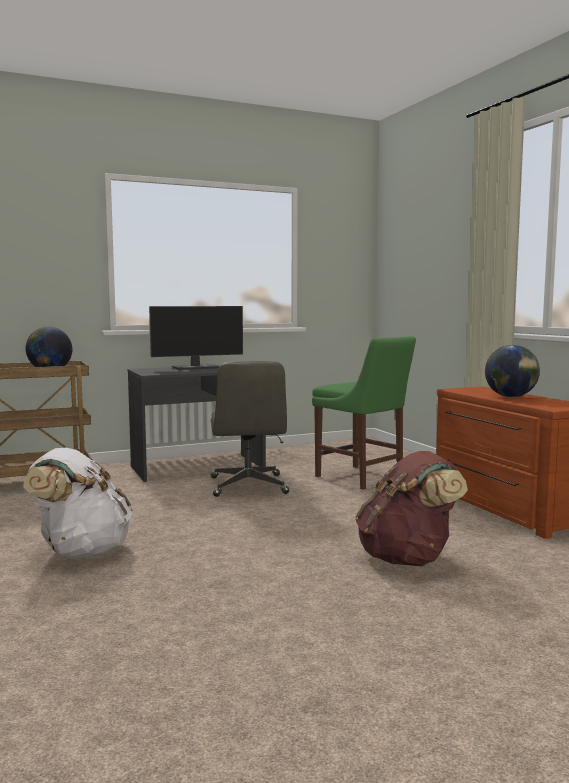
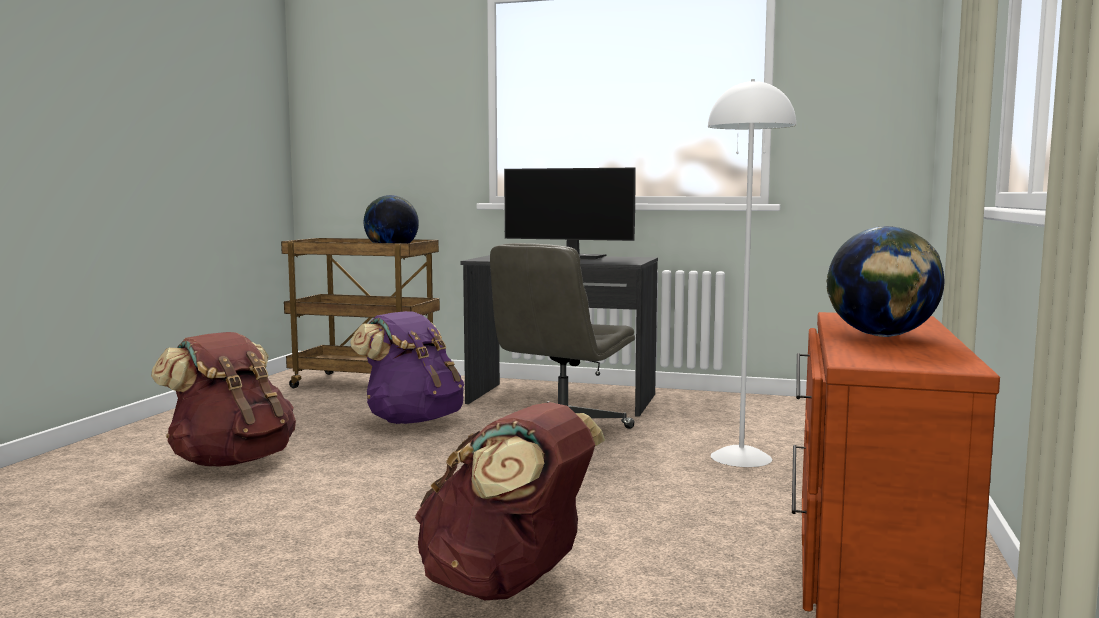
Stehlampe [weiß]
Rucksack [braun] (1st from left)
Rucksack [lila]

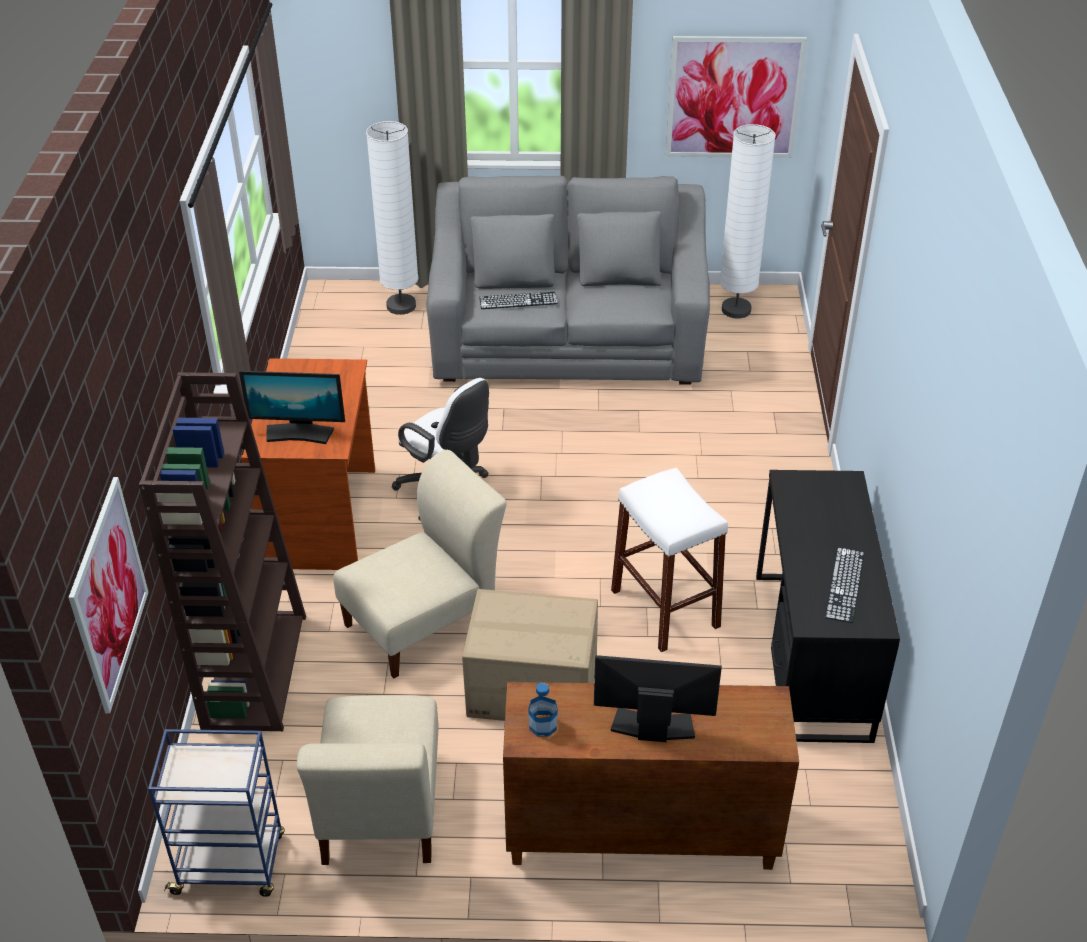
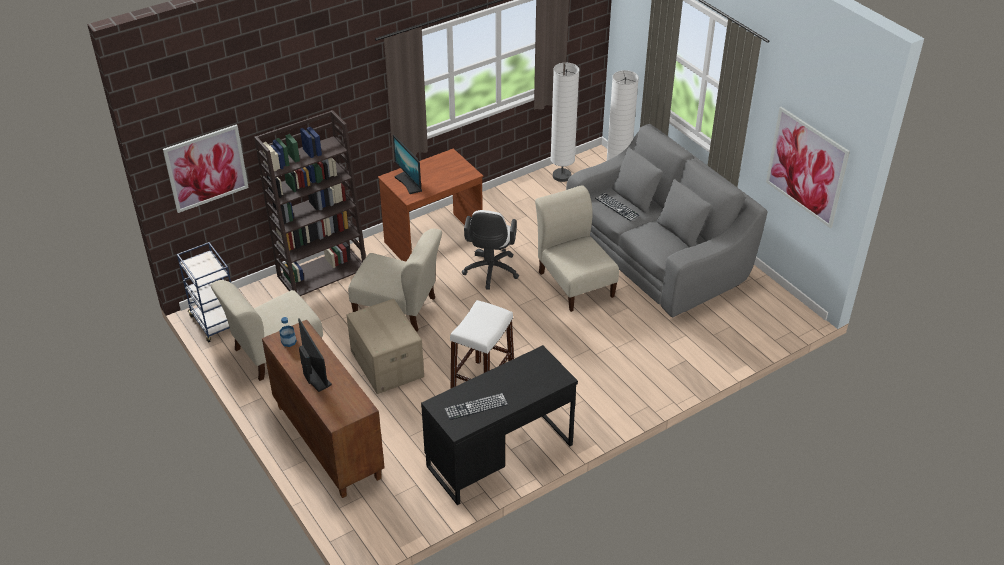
Stehlampe [weiß] (1st from left)
Stuhl [beige] (3rd from left)

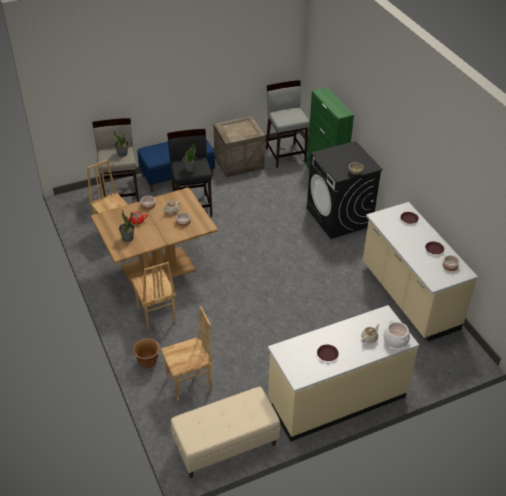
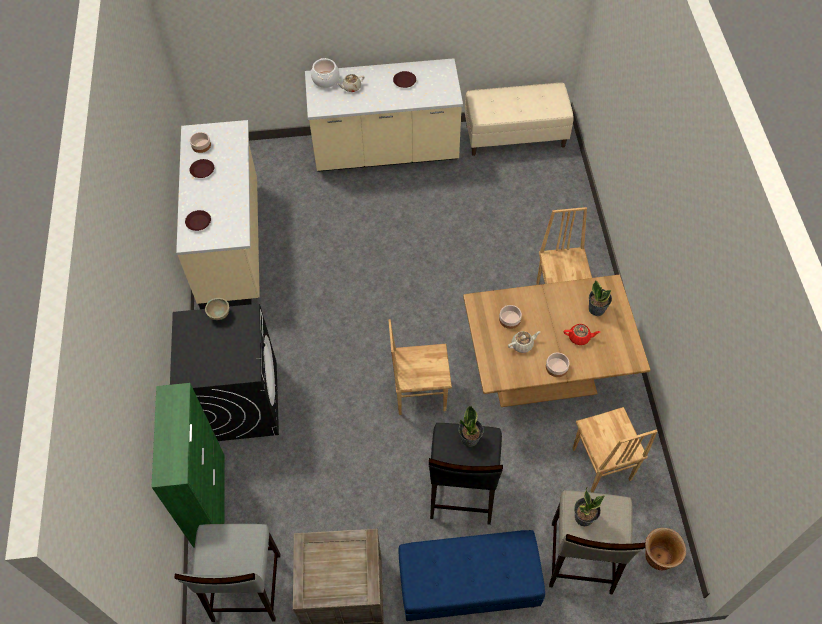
Stuhl [braun] (1st from left)
Pflanzkübel [braun]

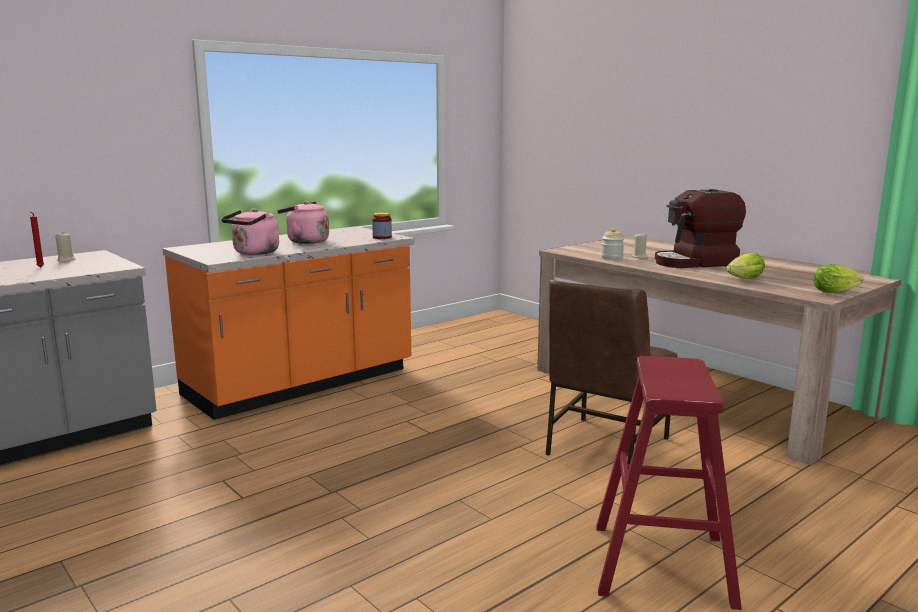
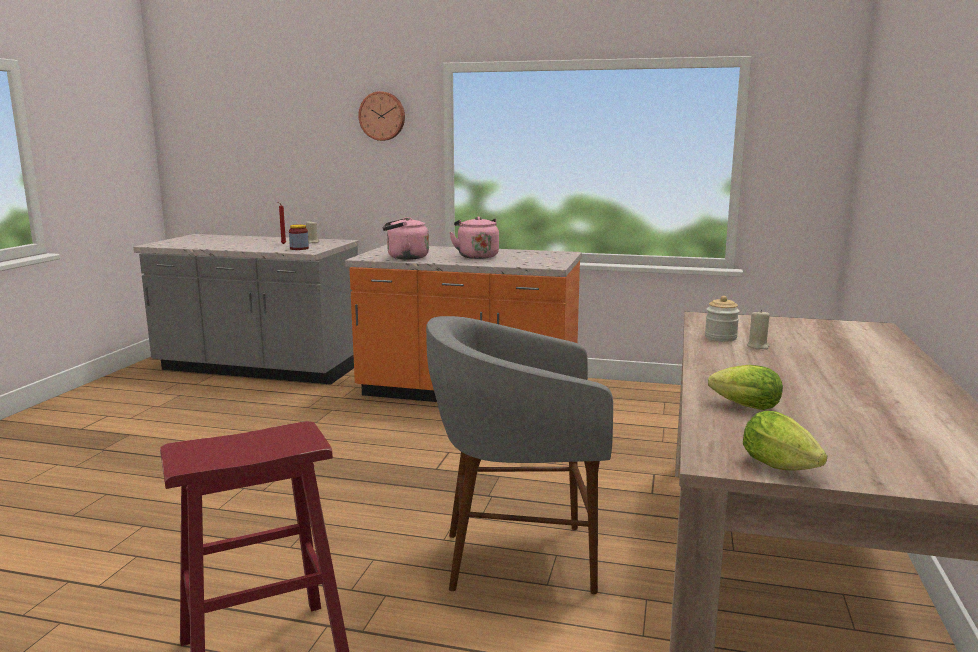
Kaffeemaschine
Vorratsglas (1st from left)
Hocker [grau]
Wanduhr

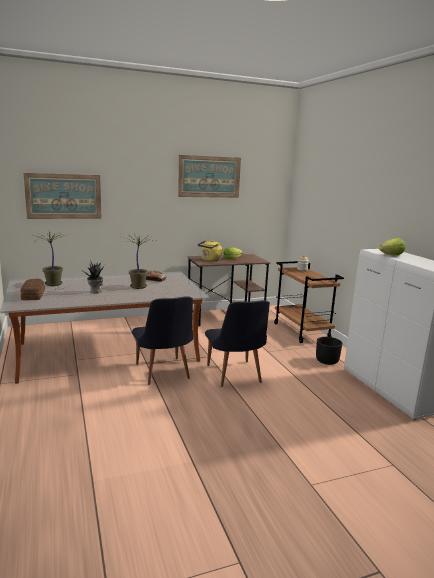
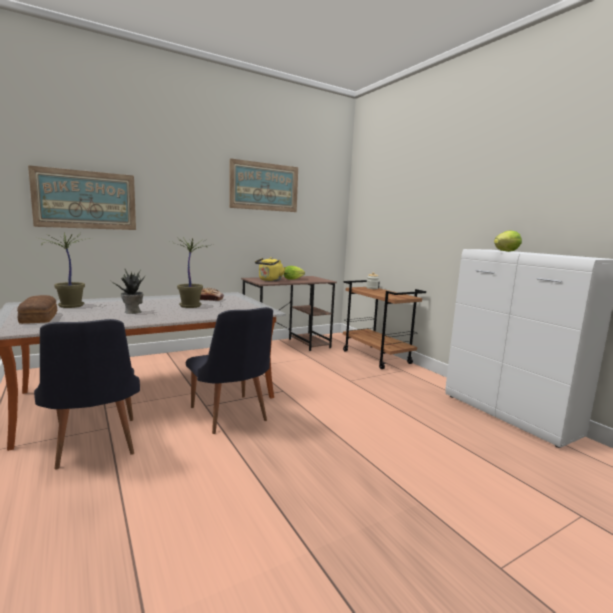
Stuhl [schwarz] (1st from left)
Pflanzkübel [schwarz]

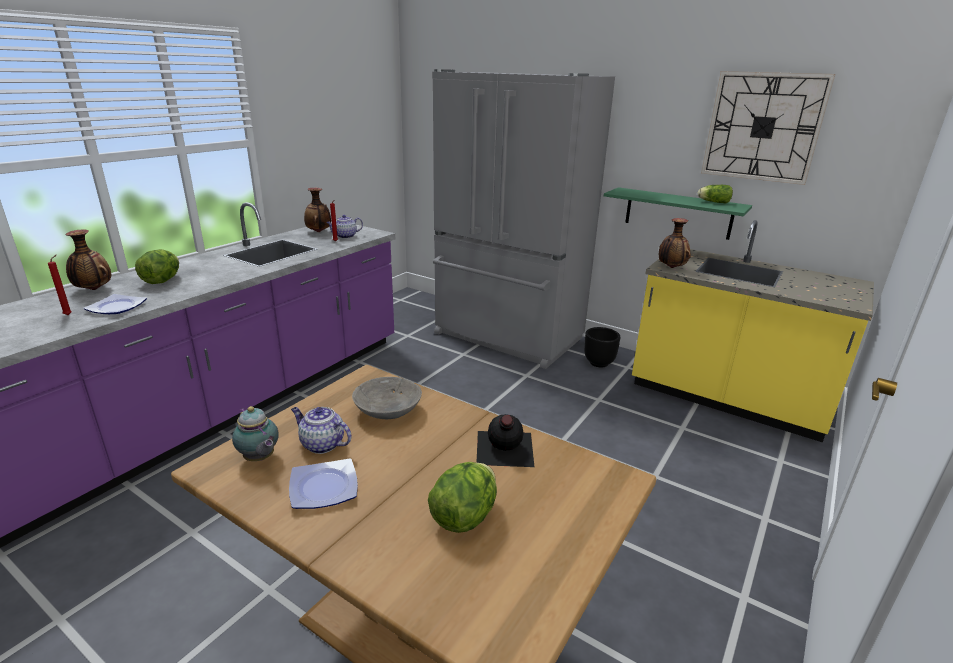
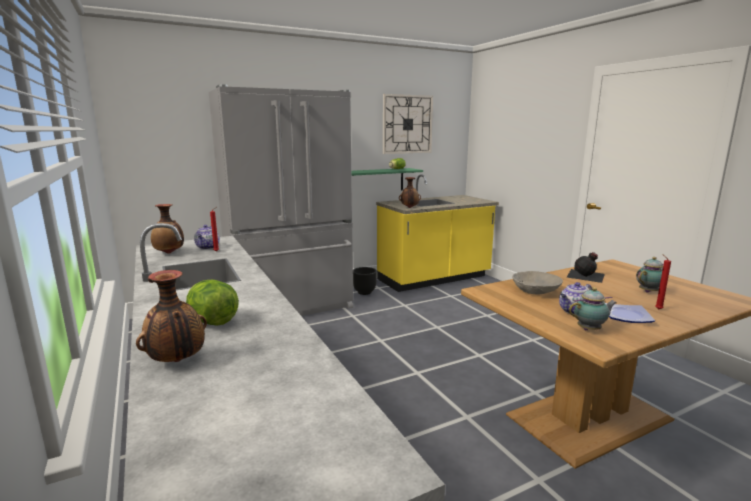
Kerze [rot] (2nd from left)
Teller (1st from left in the first image)
Teekanne (4th from left)

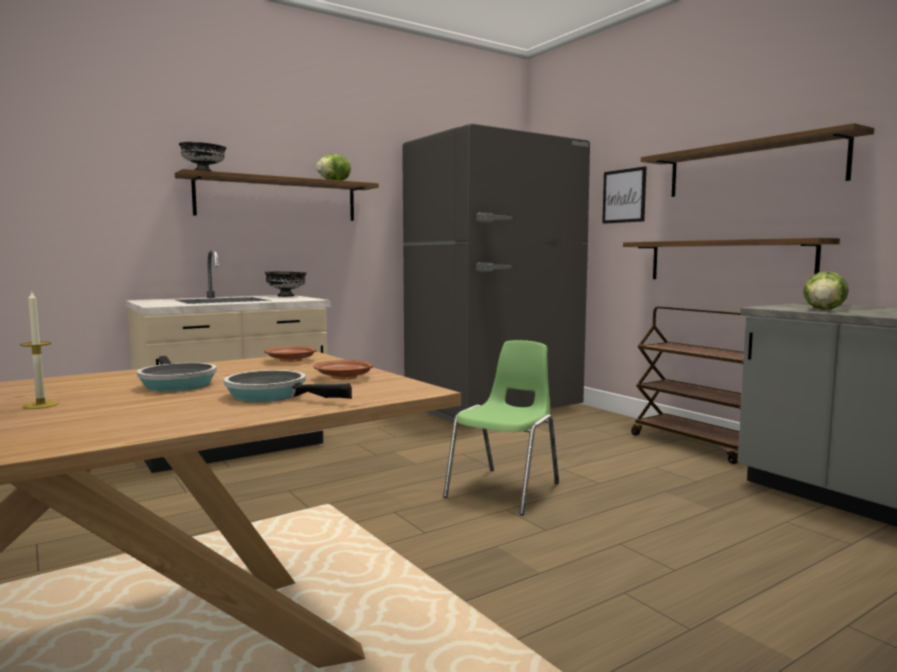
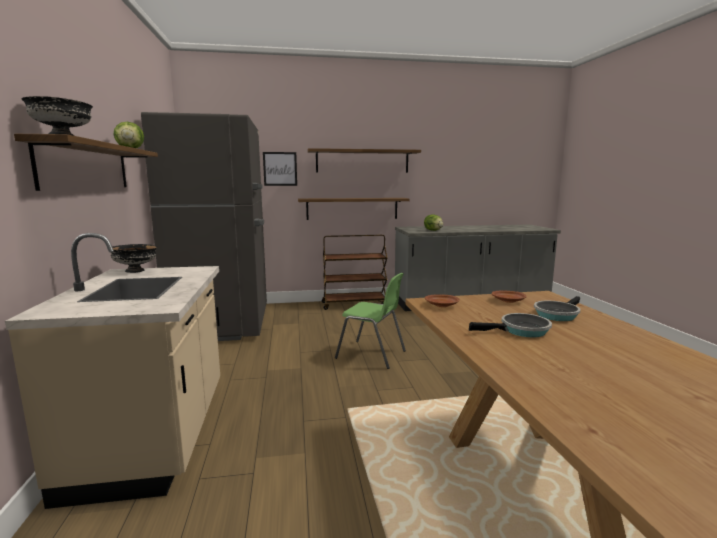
Kerze
Stuhl [grün]

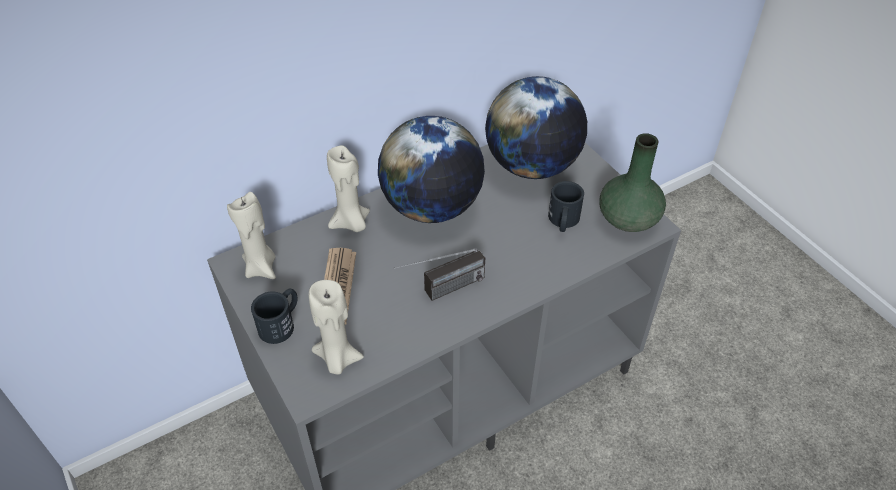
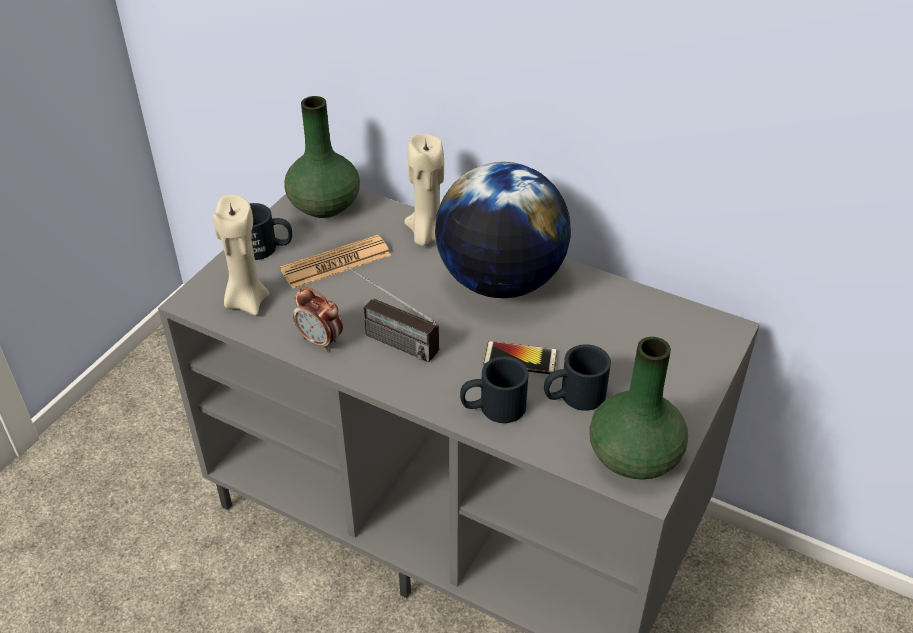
Globus (2nd from left in the first image)
Vase [grün] (1st from left)
Wecker
Handy
Henkelbecher [schwarz] (2nd from left)

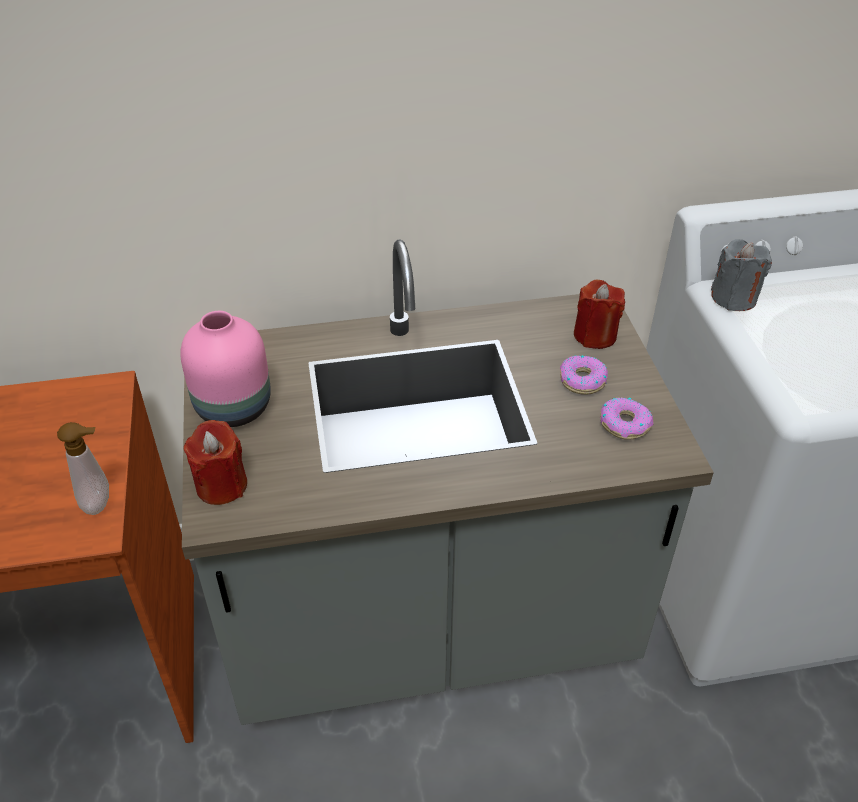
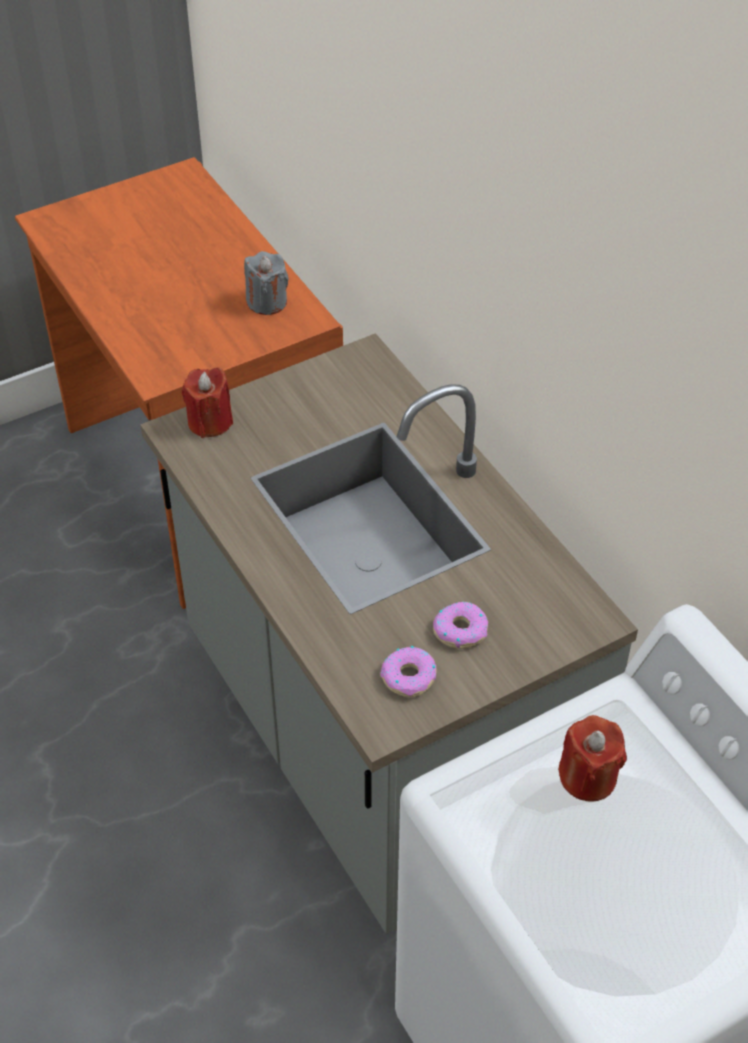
Kerze [grau]
Kerze [rot] (2nd from left)
Vase [rosa]
Seifenspender

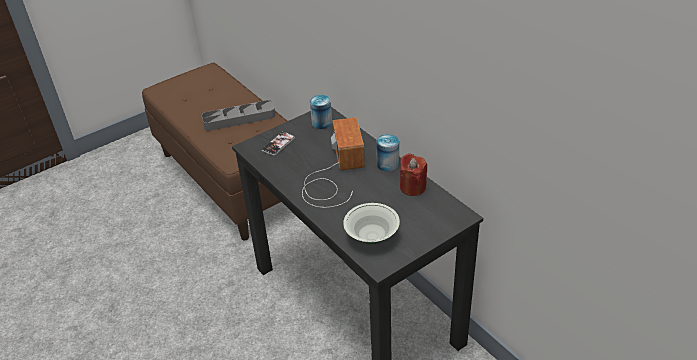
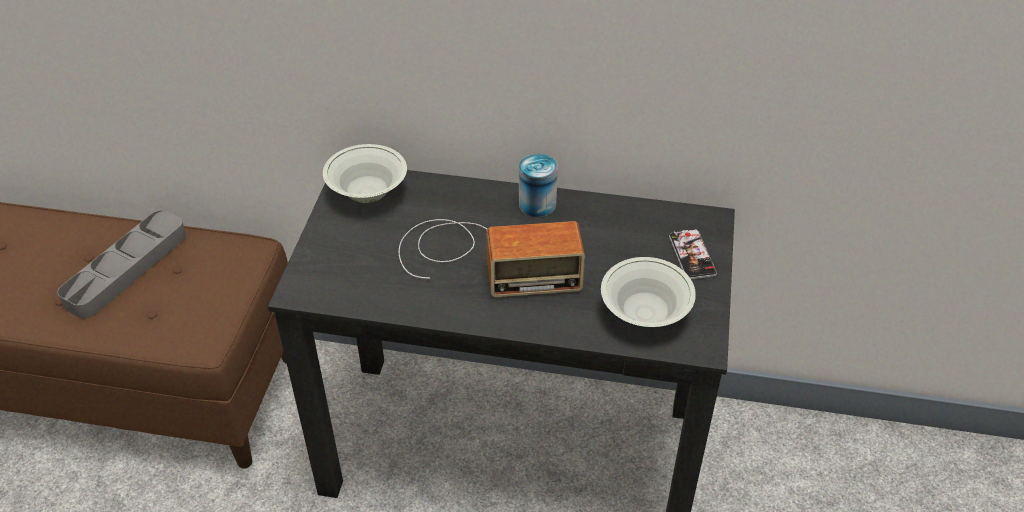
Schüssel [weiß] (1st from left)
Radio
Handy
Kerze [rot]

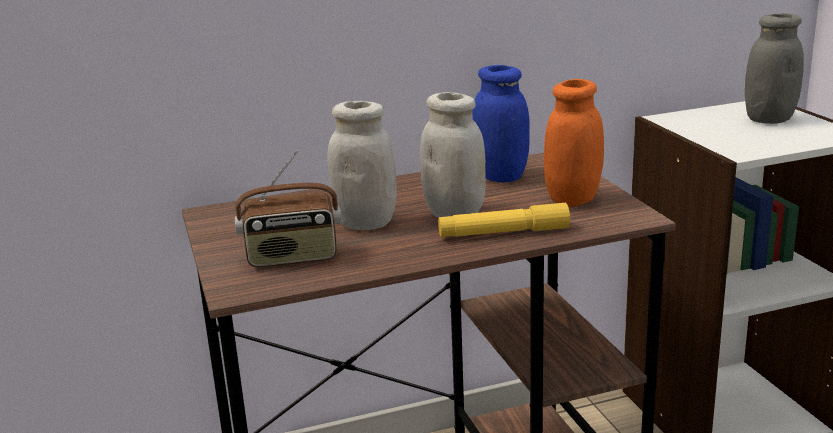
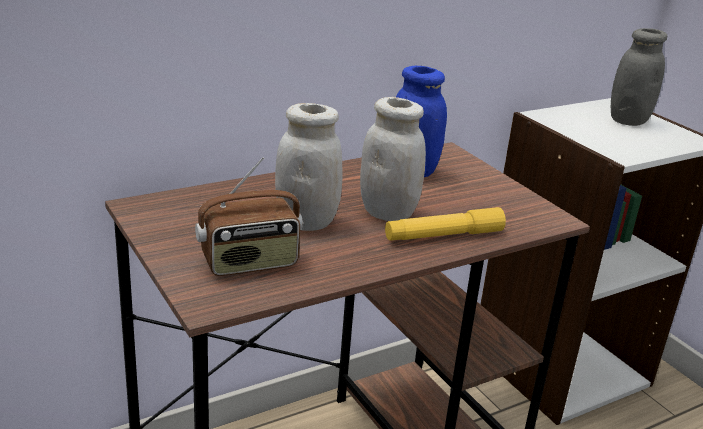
Vorratsglas [orange]

